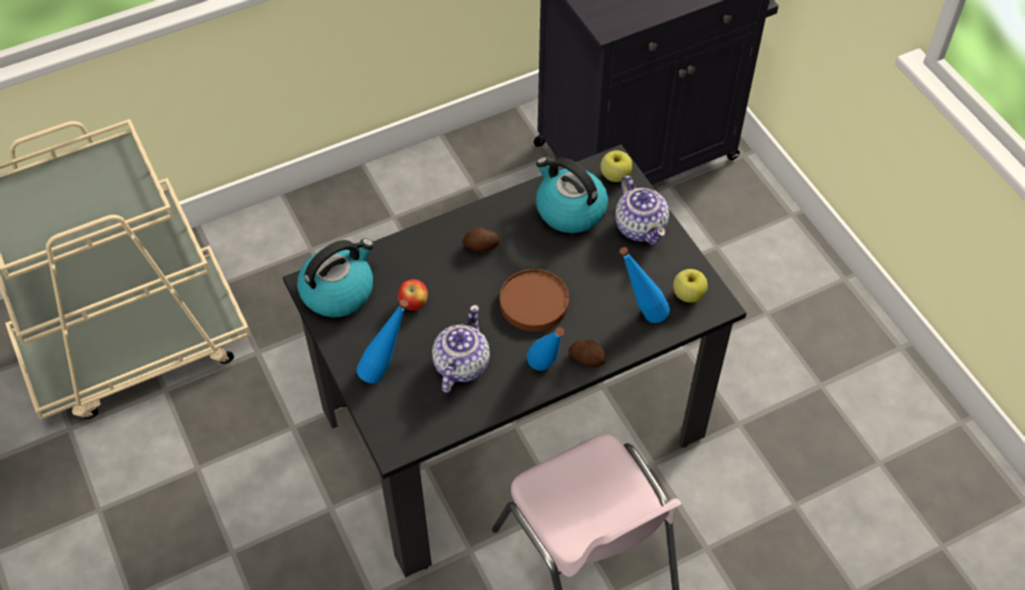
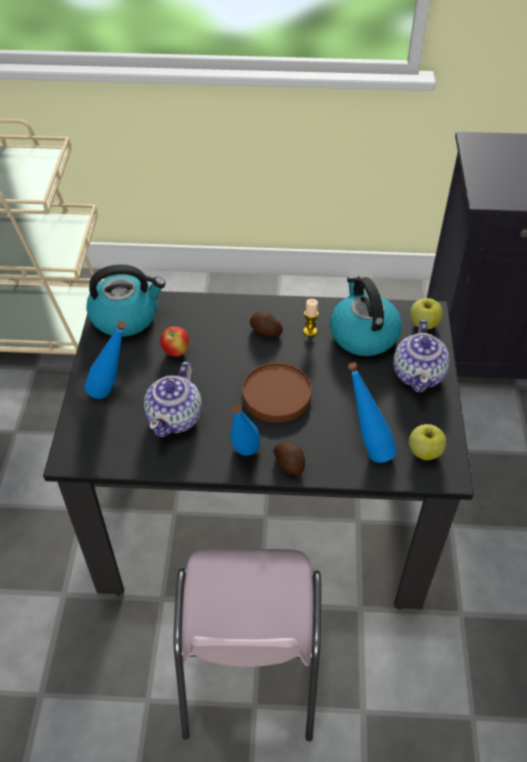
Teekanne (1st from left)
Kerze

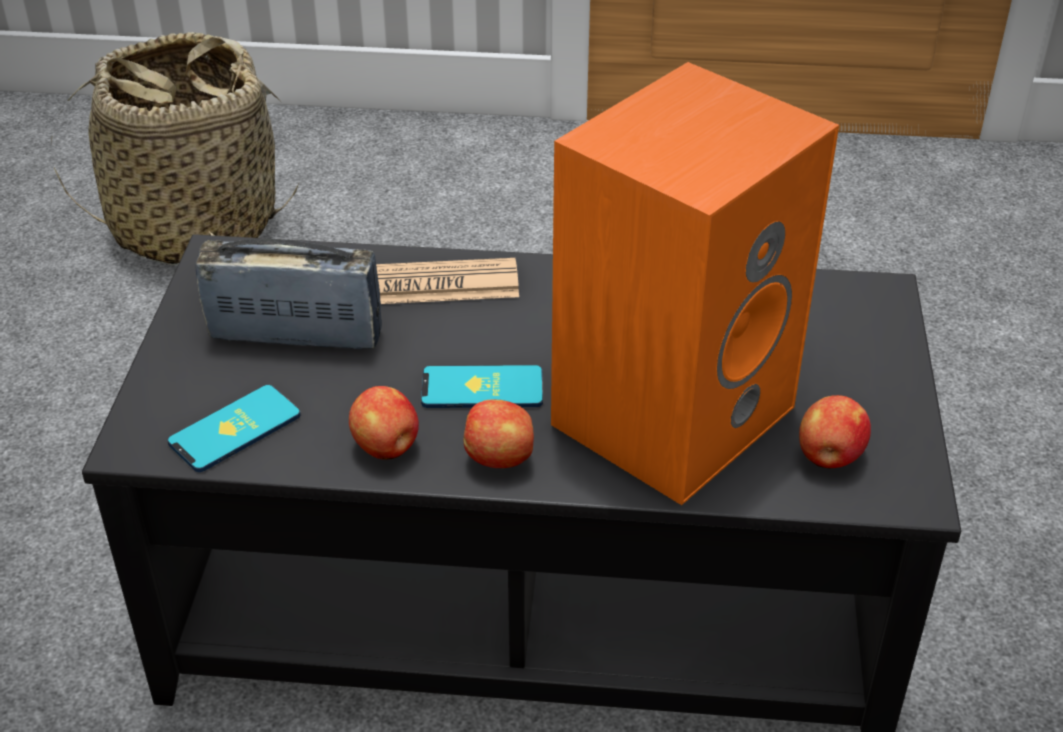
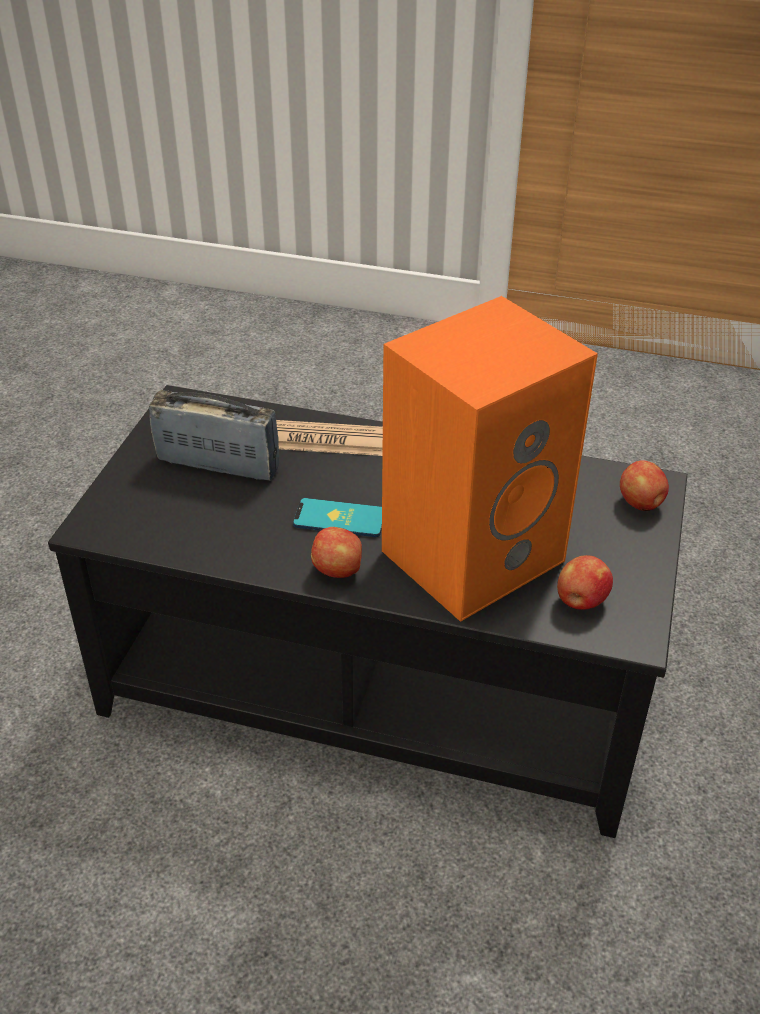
Korb
Handy (1st from left in the first image)
Apfel (3rd from left)

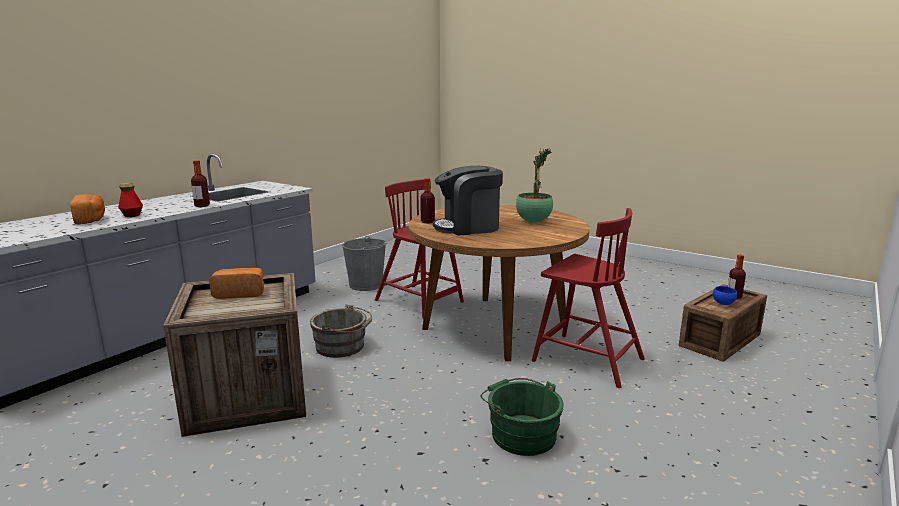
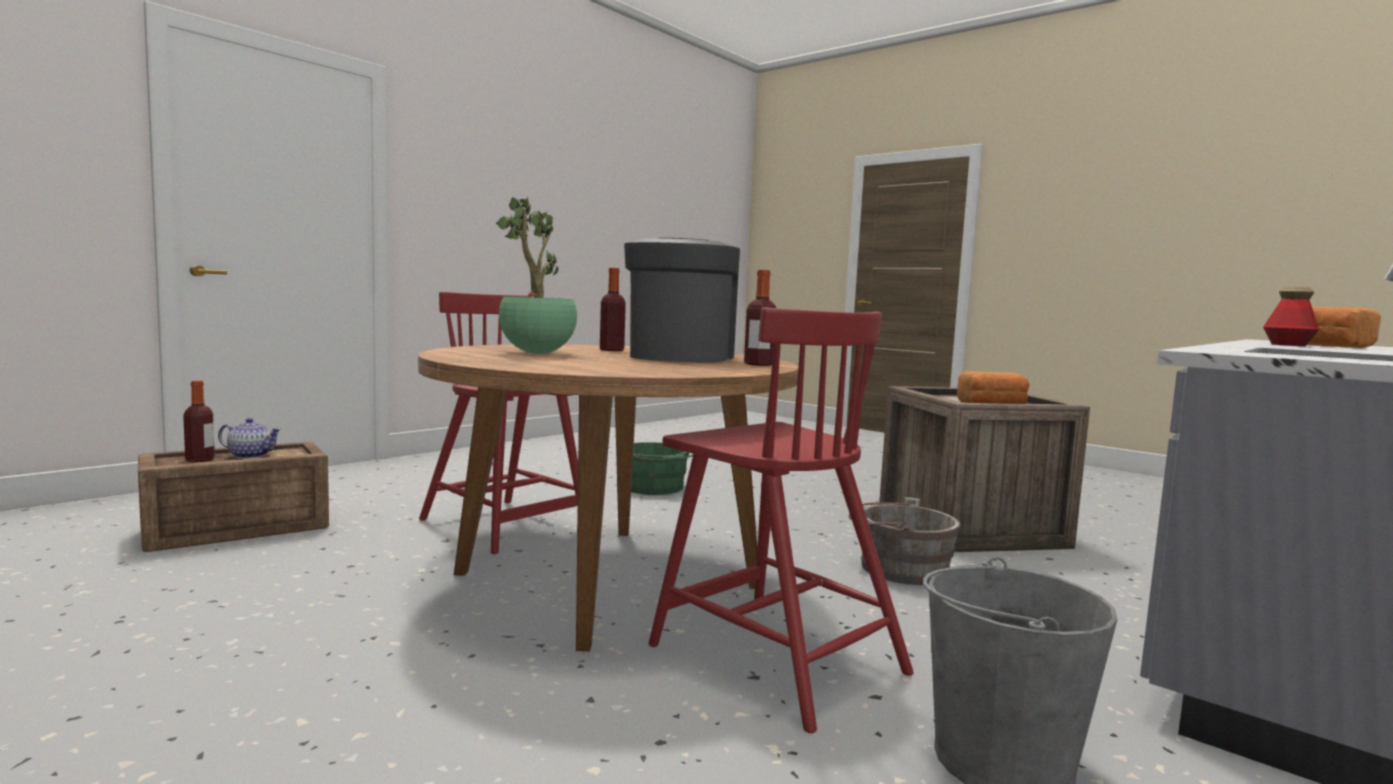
Flasche (2nd from left)
Kaffeemaschine
Teekanne

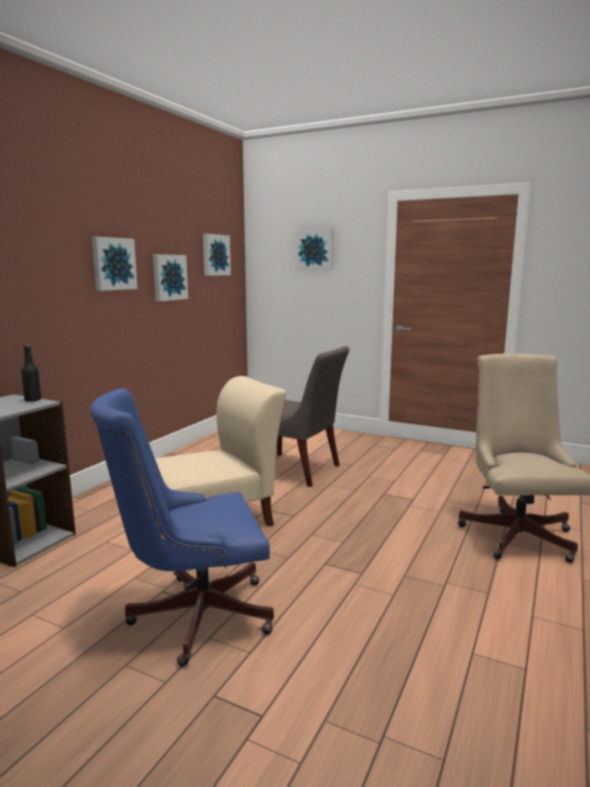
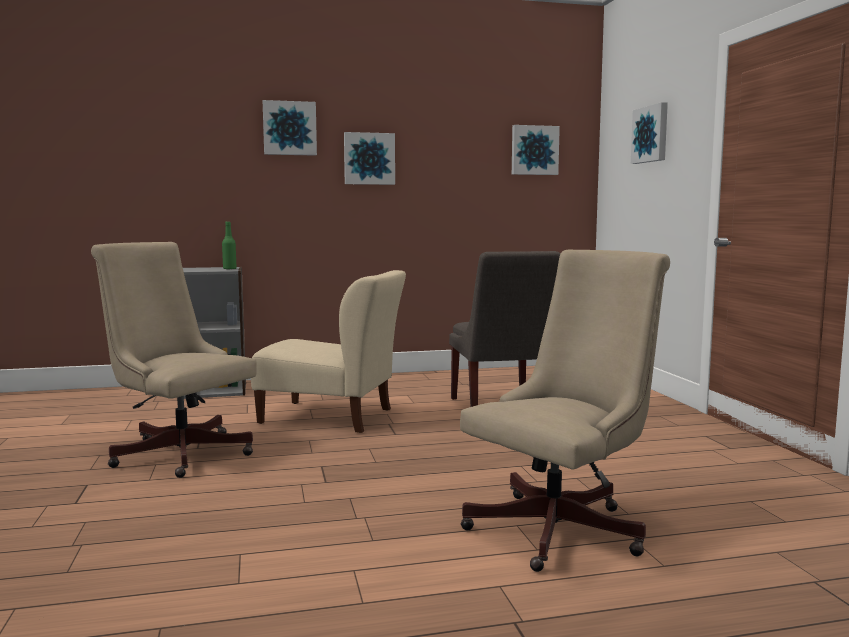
Bild (1st from left)
Flasche [grün]
Bürostuhl [beige] (1st from left)

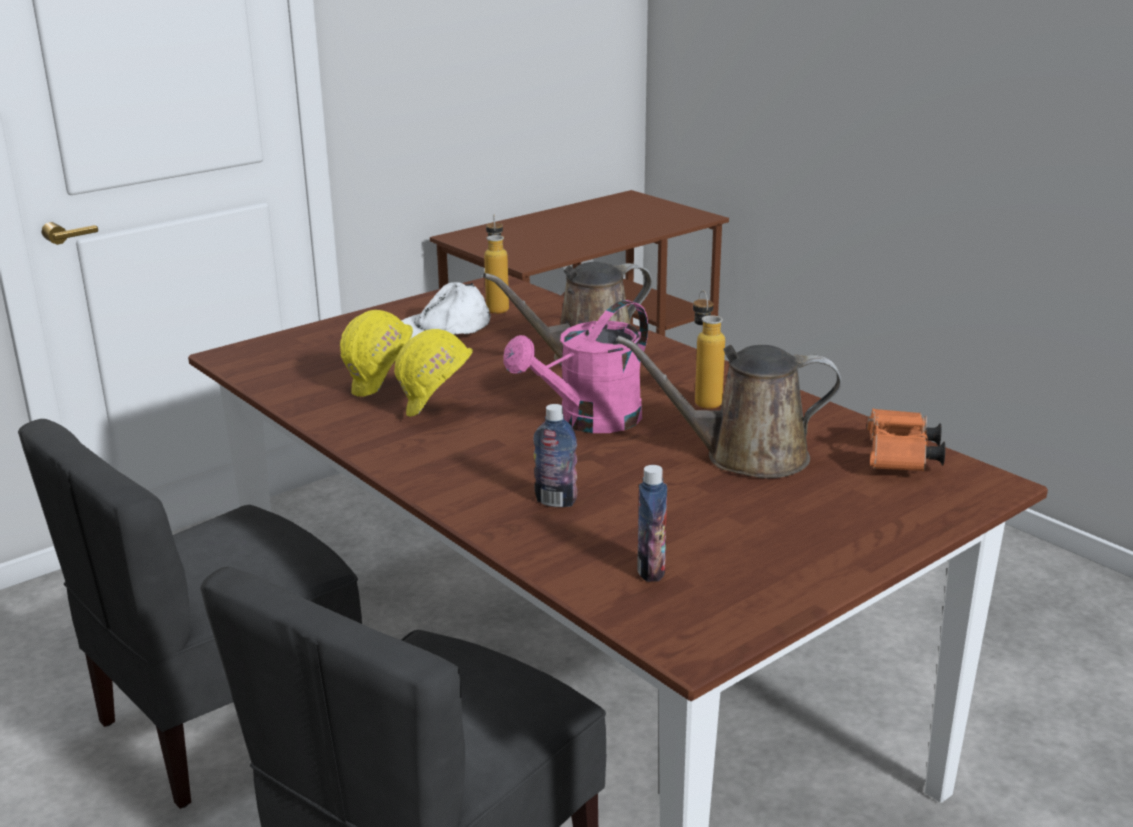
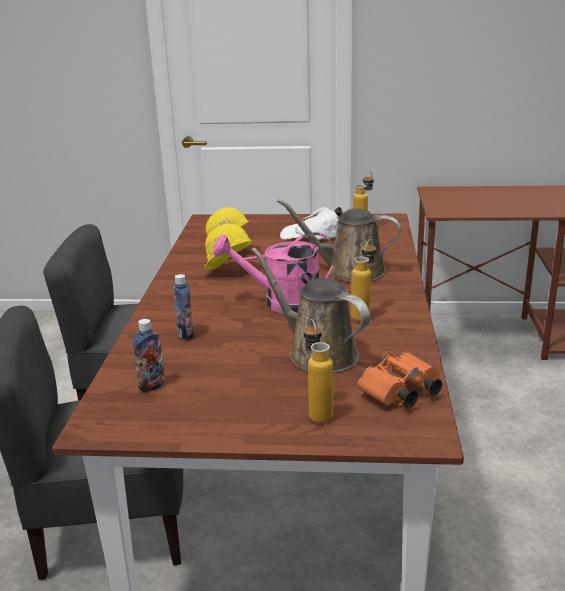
Flasche (3rd from left)

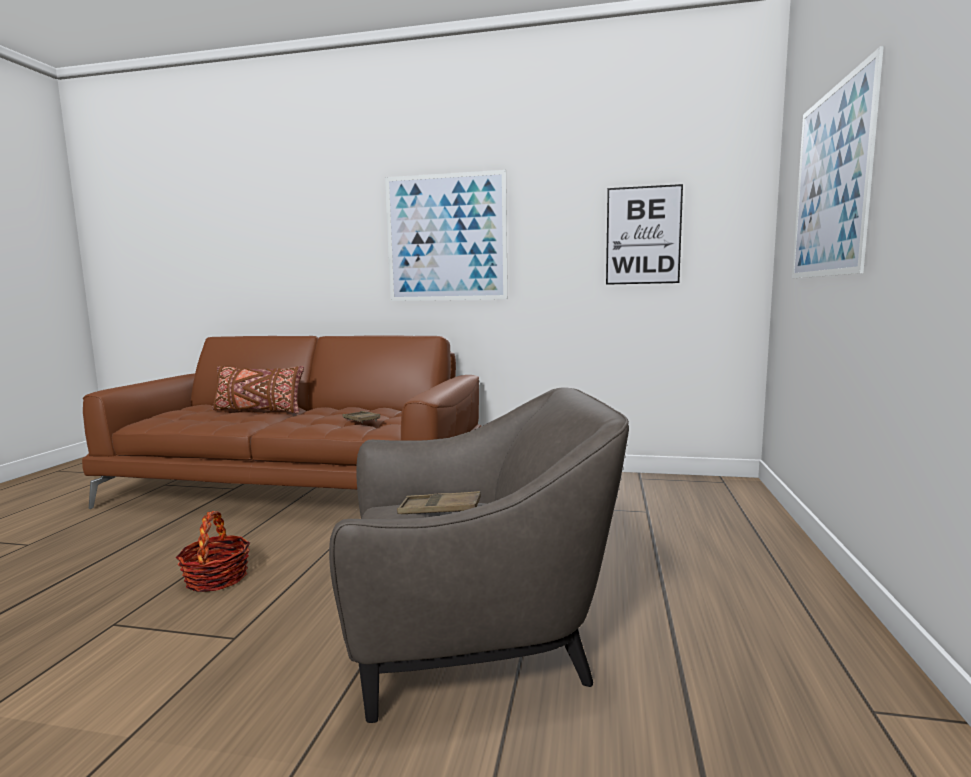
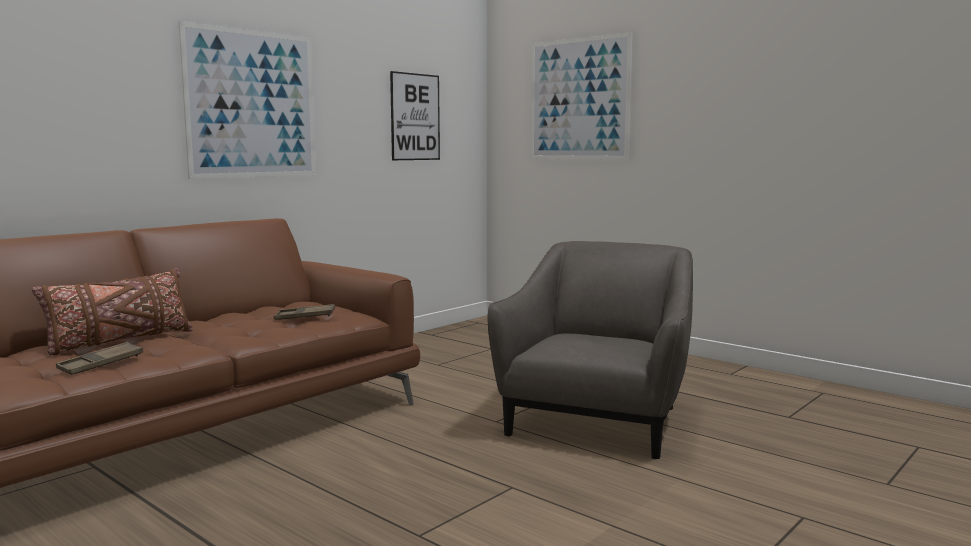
Tablett [braun] (1st from left)
Korb

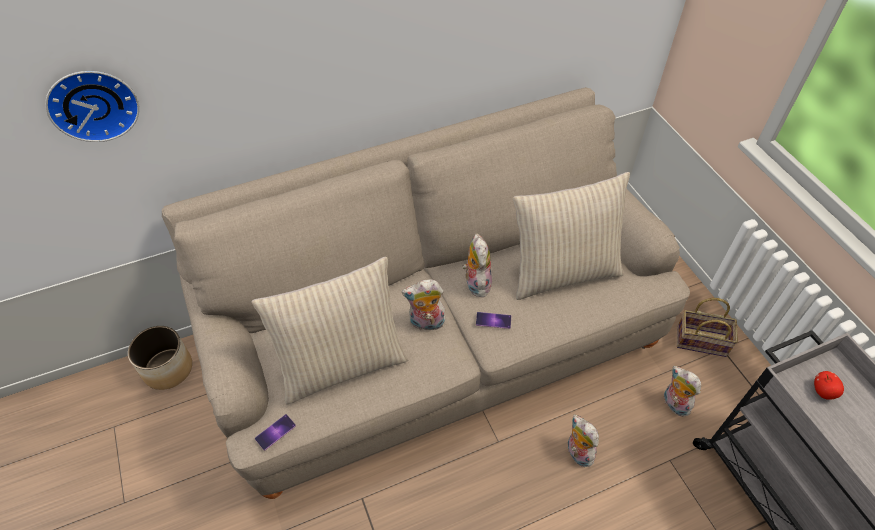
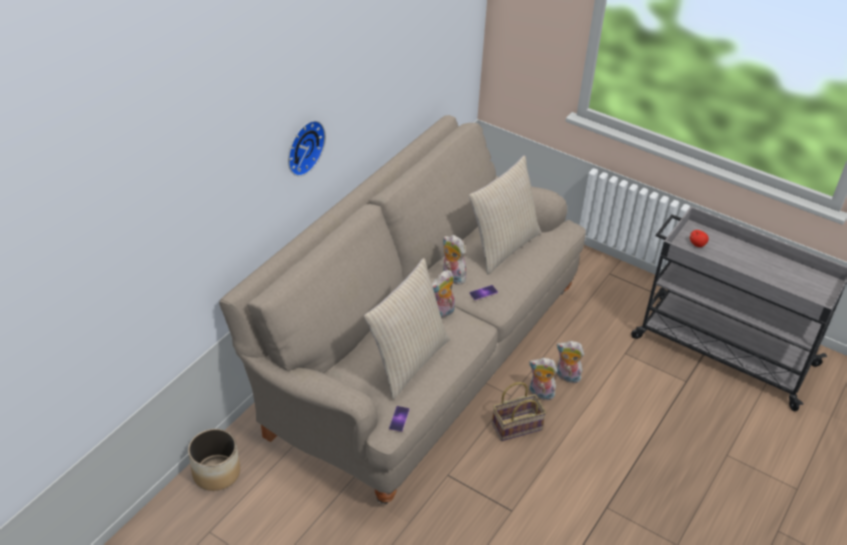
Wanduhr
Korb
Plüschtier (3rd from left)

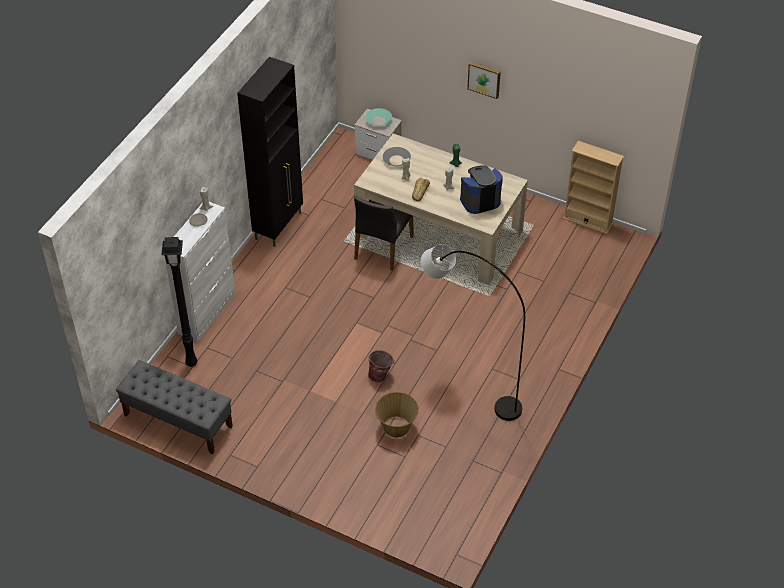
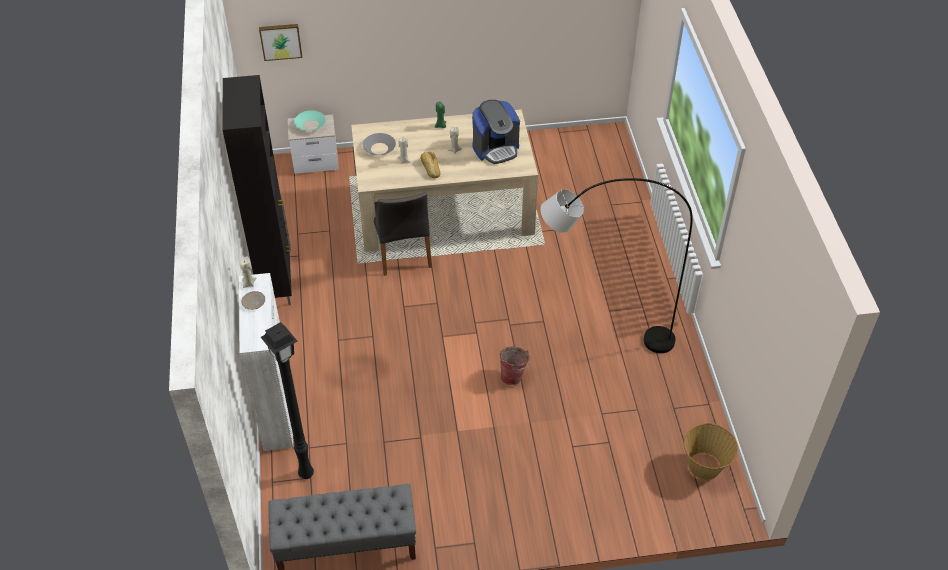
Bild
Bücherregal [beige]
Kaffeemaschine
Korb

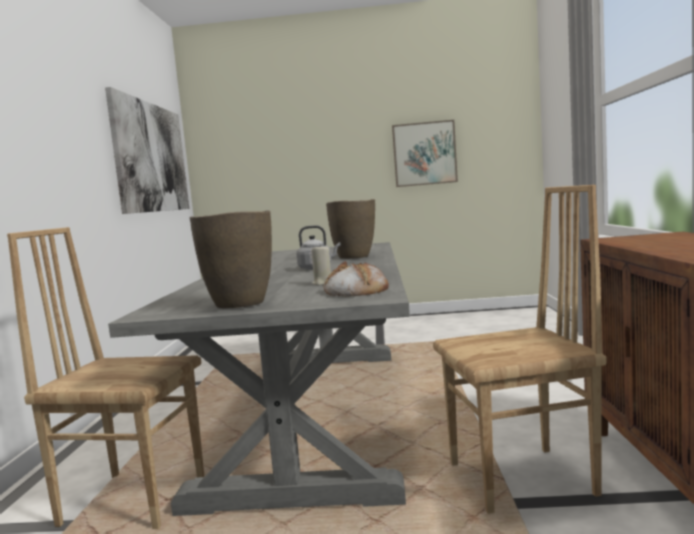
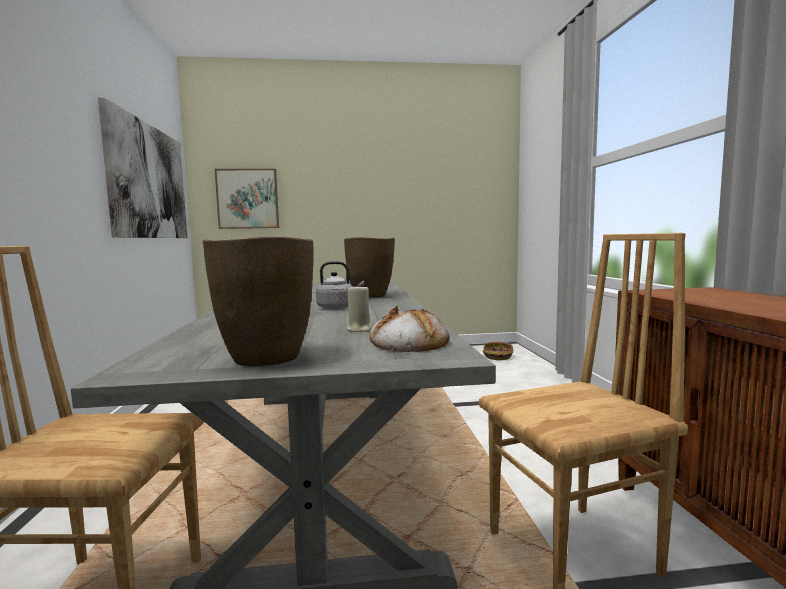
Bild (2nd from left)
Korb

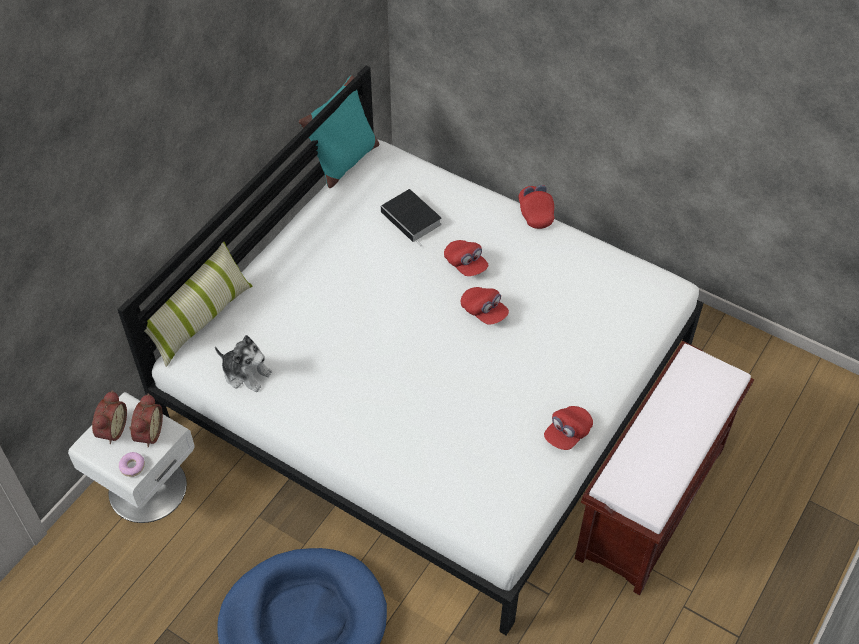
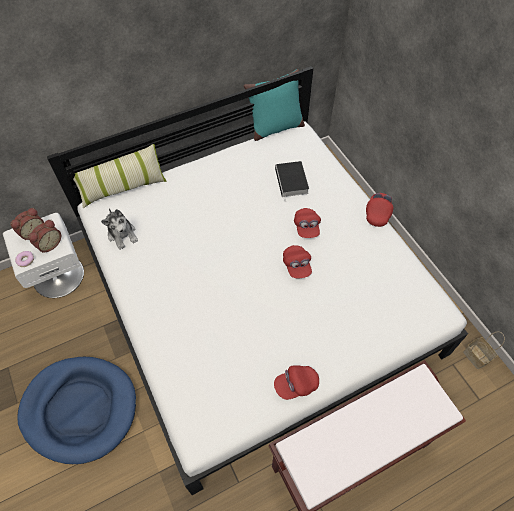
Korb

